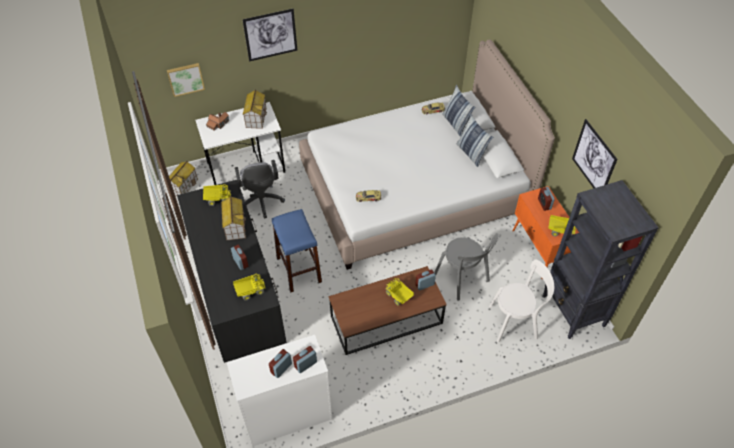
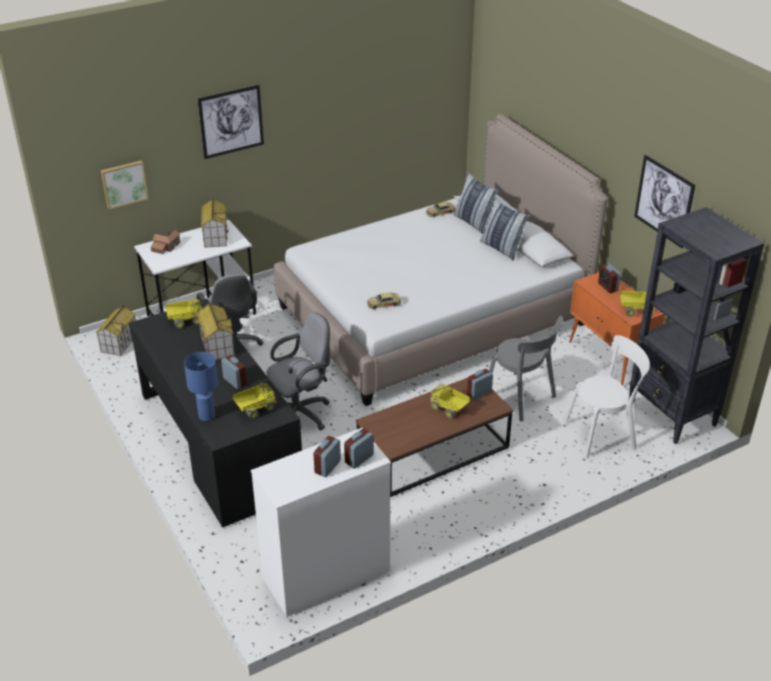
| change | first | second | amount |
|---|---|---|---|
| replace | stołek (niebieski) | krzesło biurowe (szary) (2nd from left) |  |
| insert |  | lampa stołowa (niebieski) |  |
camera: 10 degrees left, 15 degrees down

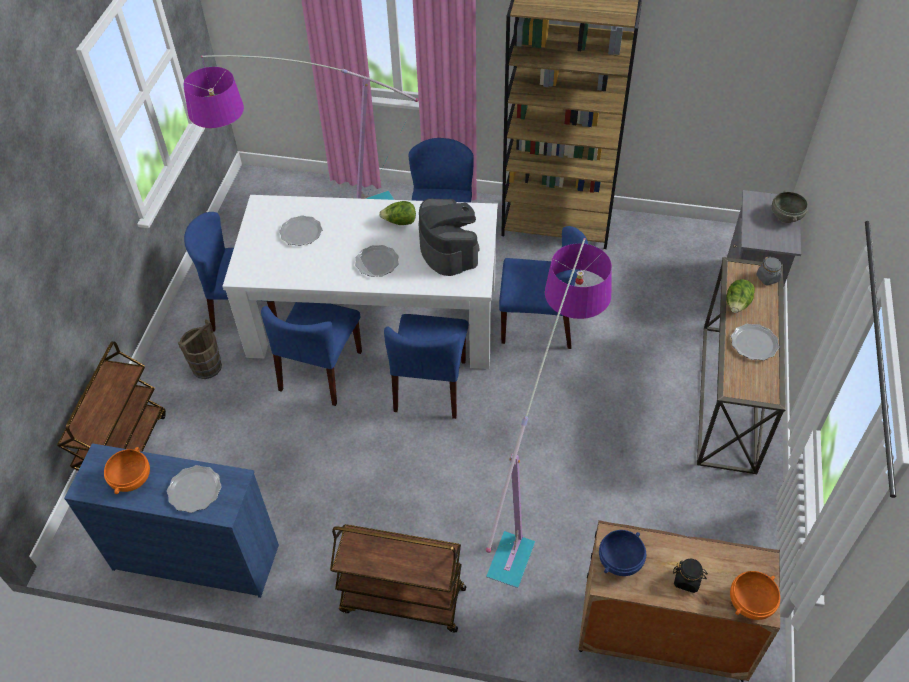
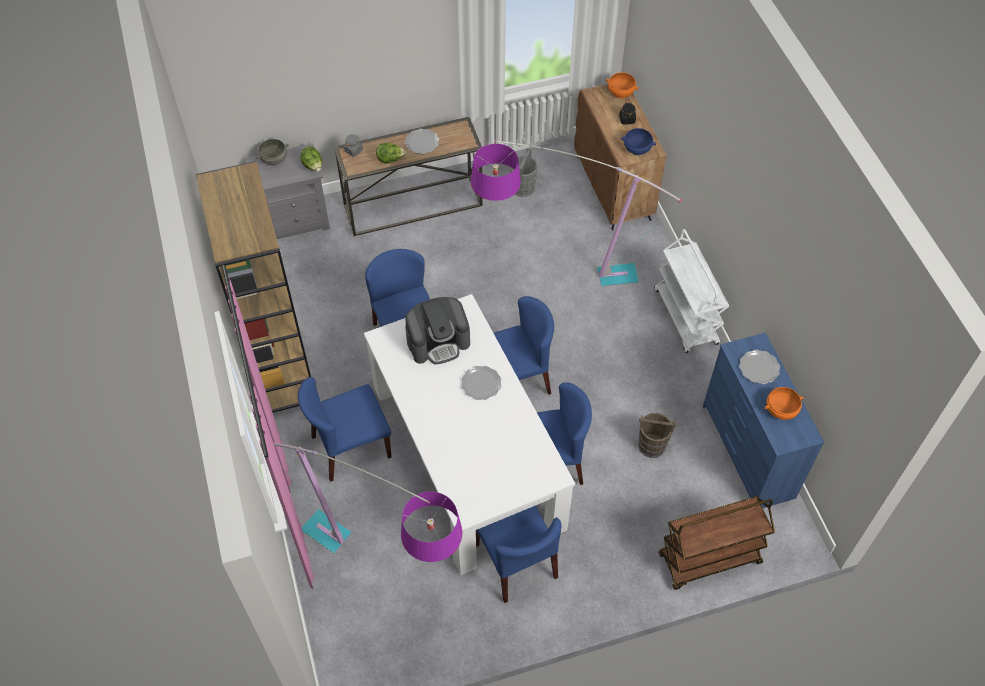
| change | first | second | amount |
|---|---|---|---|
| move | wiadro (brązowy) |  |  |
| delete | talerz (2nd from left) |  |  |
| recolor | wózek (brązowy) (2nd from left) | wózek (biały) |  |
| move | sałata (1st from left) |  |  |
| rotate | ekspres do kawy |  | 150 degrees counterclockwise |
| insert |  | wiadro (szary) |  |
camera: 120 degrees left, 5 degrees up

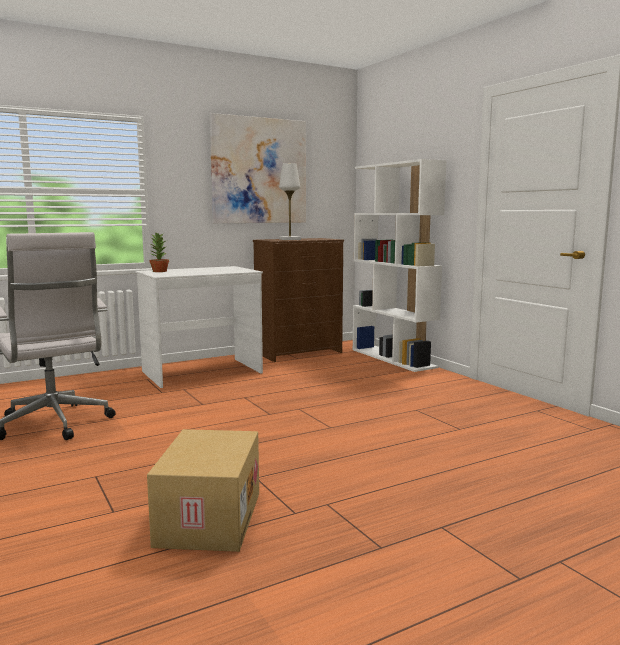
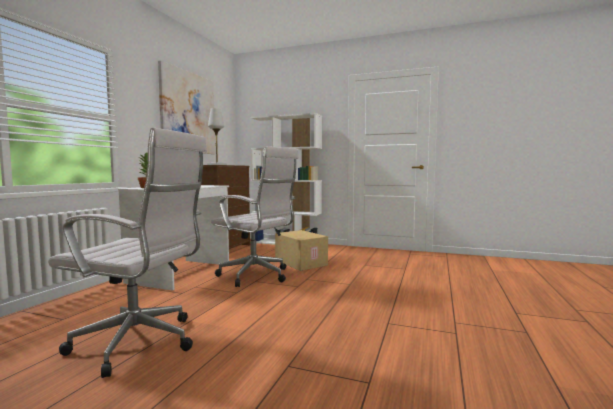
| change | first | second | amount |
|---|---|---|---|
| move | karton |  |  |
| insert |  | krzesło biurowe (biały) (2nd from left) |  |
camera: 40 degrees left, 5 degrees down

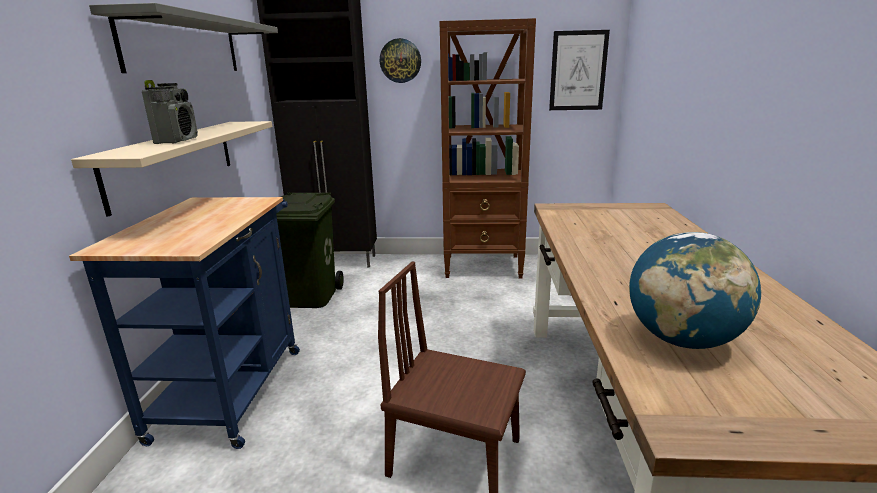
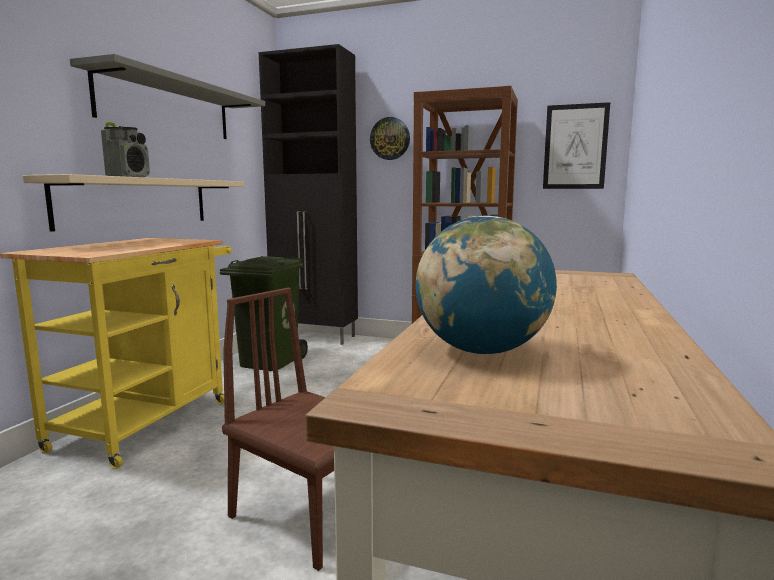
| change | first | second | amount |
|---|---|---|---|
| recolor | wózek (niebieski) | wózek (żółty) |  |
camera: 15 degrees right, 10 degrees down

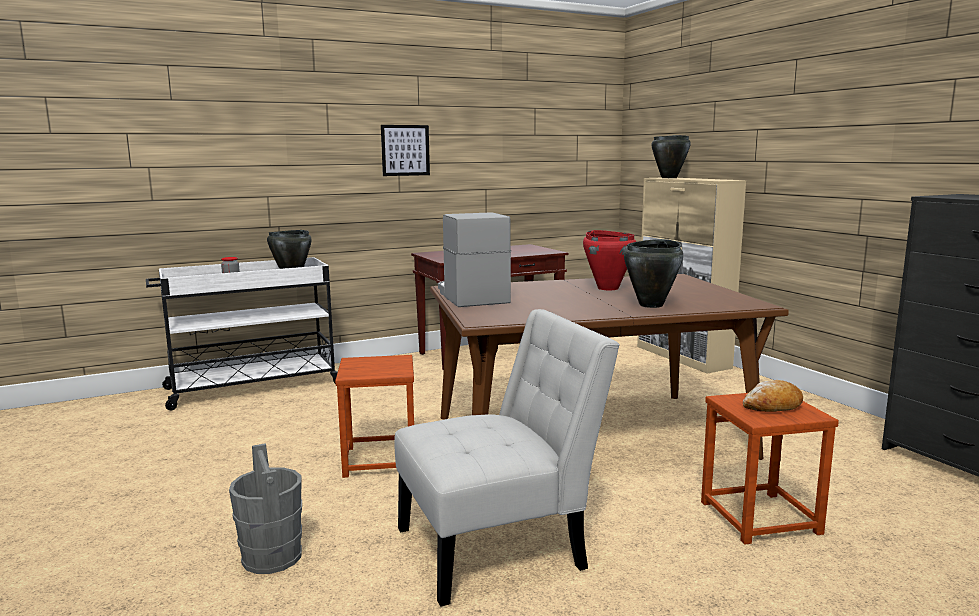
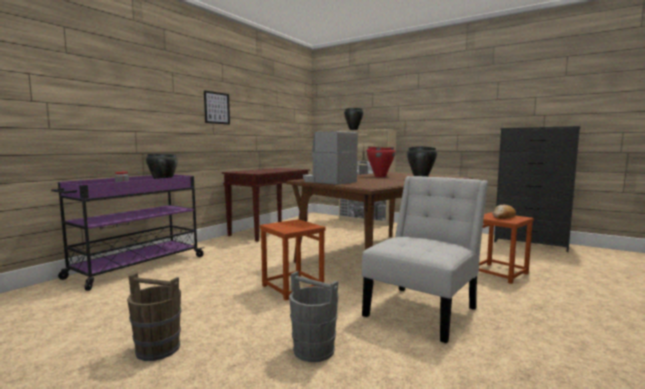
| change | first | second | amount |
|---|---|---|---|
| recolor | wózek (biały) | wózek (fioletowy) |  |
| insert |  | wiadro (brązowy) |  |
camera: 30 degrees left, 5 degrees down

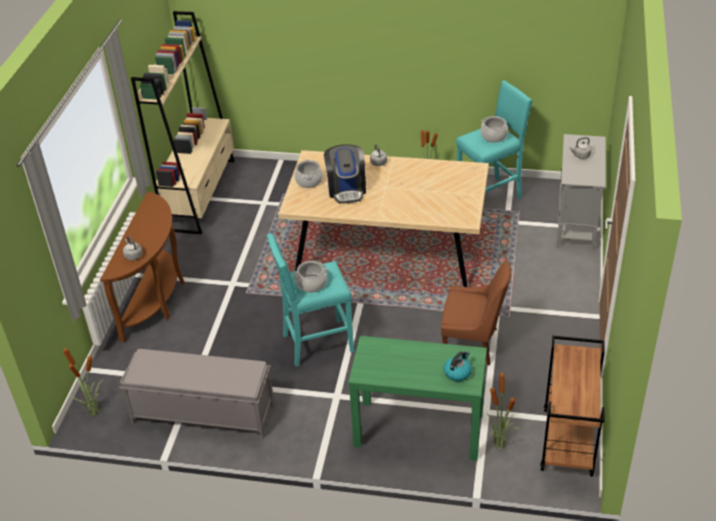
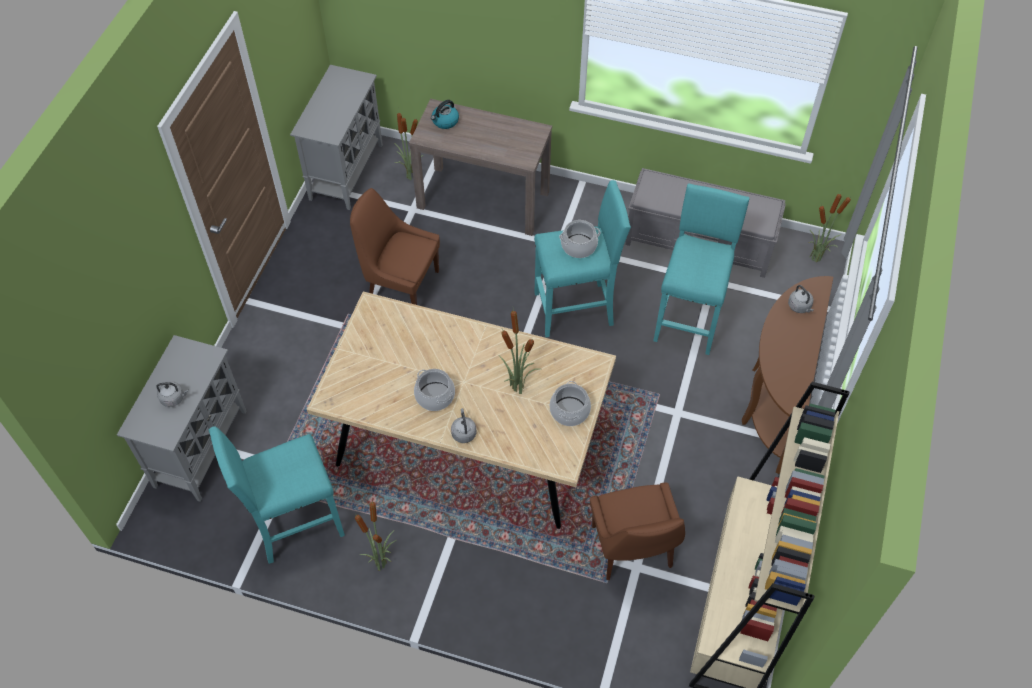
| change | first | second | amount |
|---|---|---|---|
| replace | ekspres do kawy | roślina doniczkowa (3rd from left) |  |
| recolor | stolik konsolowy (zielony) | stolik konsolowy (brązowy) (1st from left) |  |
| move | garnek (3rd from left in the first image) | garnek (1st from left) |  |
| replace | wózek (brązowy) | szafka (szary) (2nd from left) |  |
| insert |  | krzesło (brązowy) (2nd from left) |  |
| insert |  | stołek (turkusowy) (3rd from left) |  |
camera: 175 degrees left, 15 degrees up

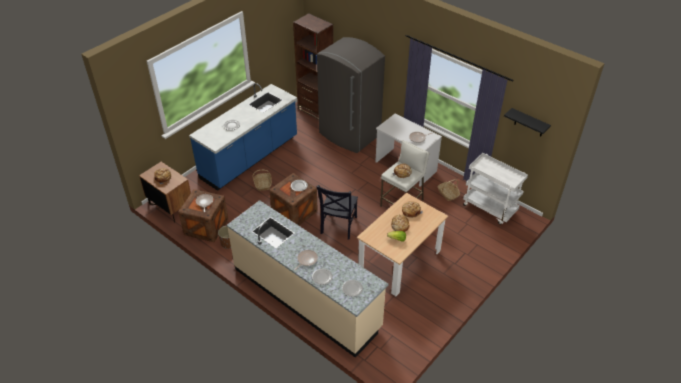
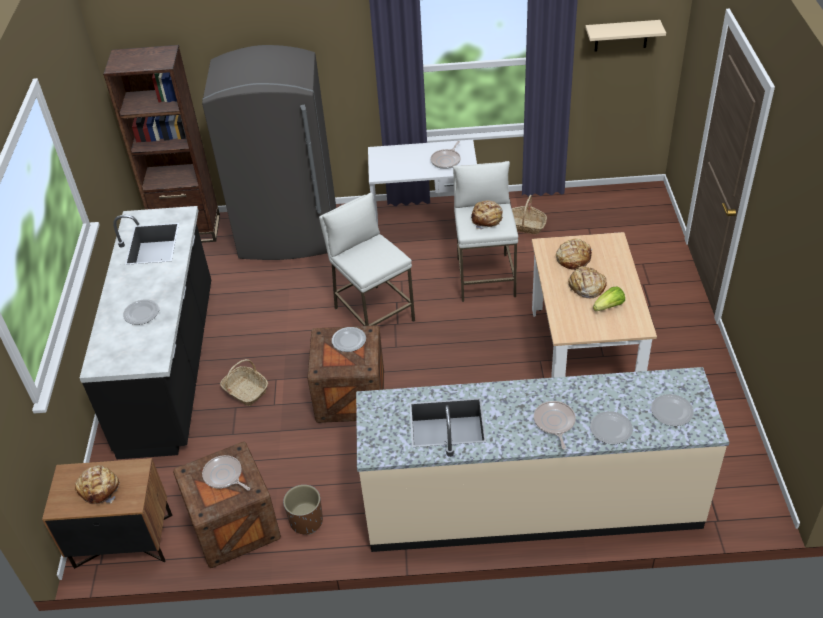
| change | first | second | amount |
|---|---|---|---|
| recolor | zabudowa kuchenna (niebieski) | zabudowa kuchenna (czarny) |  |
| delete | krzesło (czarny) |  |  |
| delete | wózek (biały) |  |  |
| recolor | półka (czarny) | półka (beżowy) |  |
| insert |  | stołek (biały) (1st from left) |  |
camera: 40 degrees left, 0 degrees up

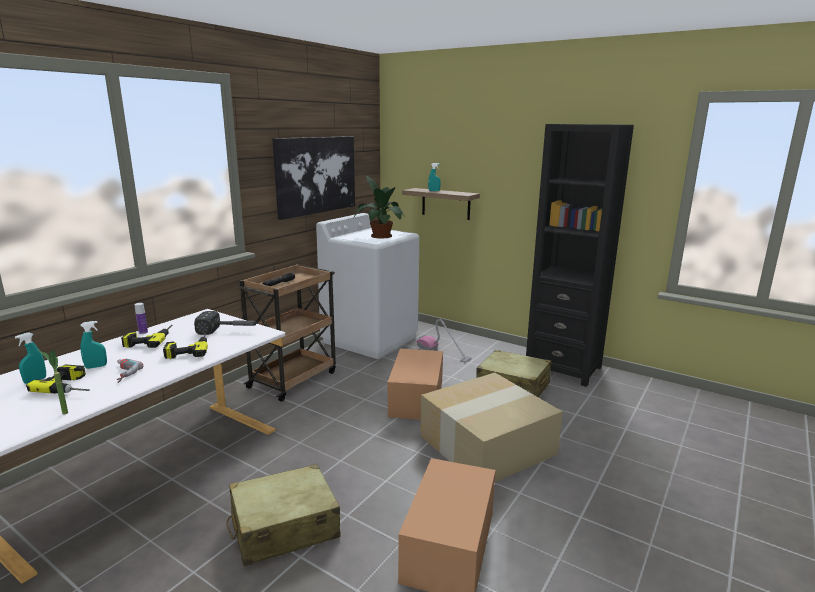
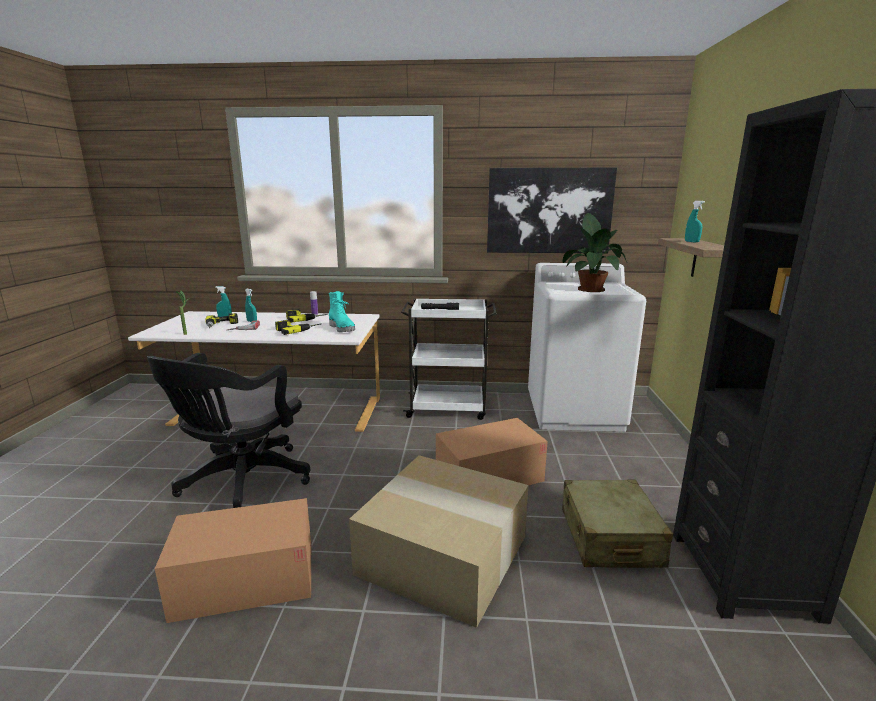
| change | first | second | amount |
|---|---|---|---|
| replace | młotek | but z cholewką (turkusowy) |  |
| replace | walizka (beżowy) (1st from left) | krzesło biurowe (czarny) |  |
| recolor | wózek (brązowy) | wózek (biały) |  |
| delete | odkurzacz |  |  |
camera: 60 degrees right, 0 degrees up

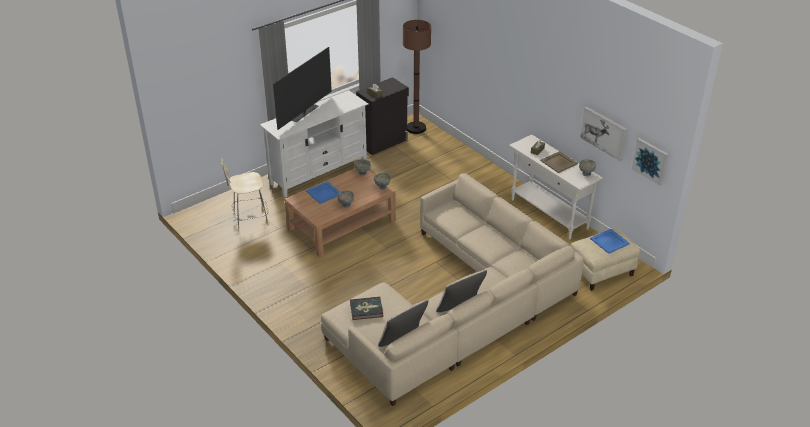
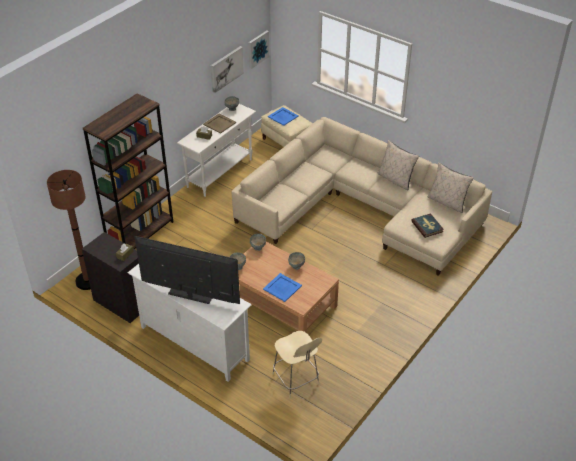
| change | first | second | amount |
|---|---|---|---|
| insert |  | regał (brązowy) |  |
camera: 105 degrees left, 5 degrees up

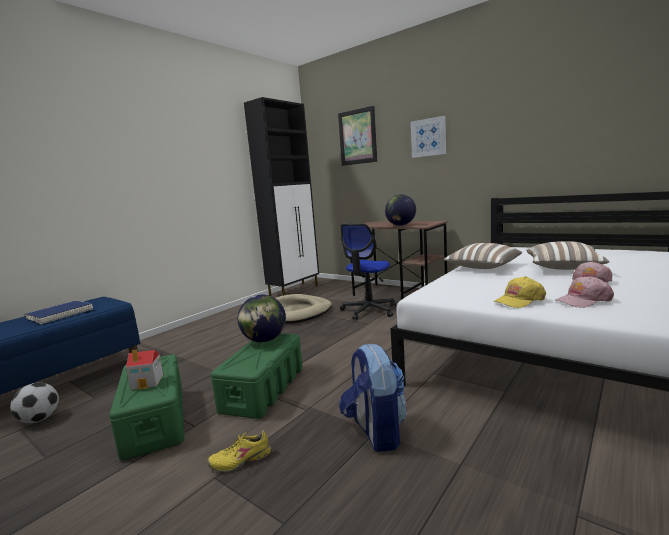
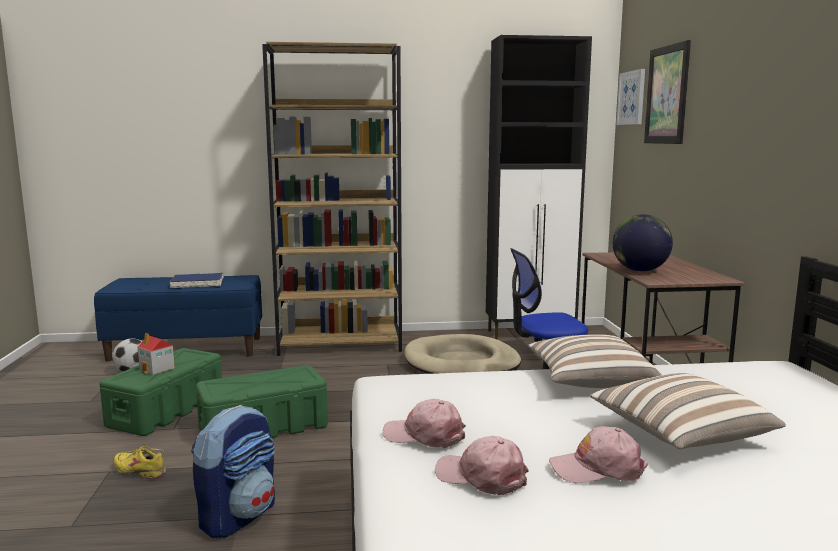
| change | first | second | amount |
|---|---|---|---|
| delete | globus (1st from left) |  |  |
| move | obraz (2nd from left in the first image) | obraz (1st from left) |  |
| recolor | czapka z daszkiem (żółty) | czapka z daszkiem (różowy) (1st from left) |  |
| insert |  | regał (brązowy) |  |
camera: 45 degrees right, 0 degrees up

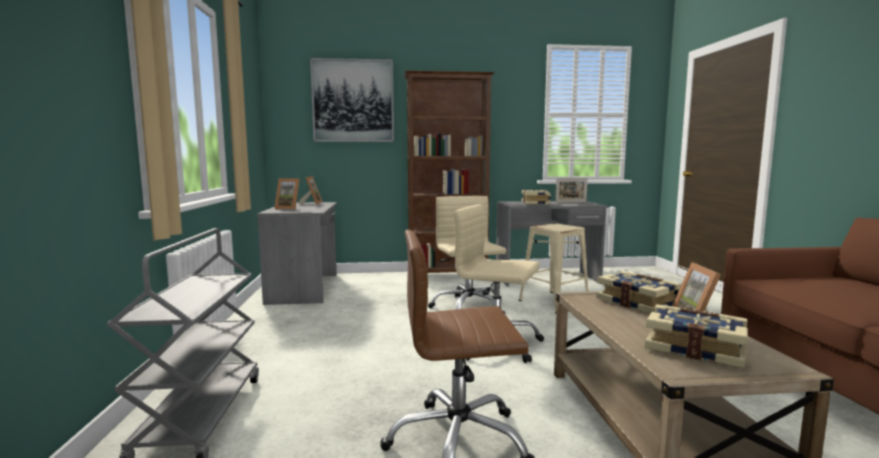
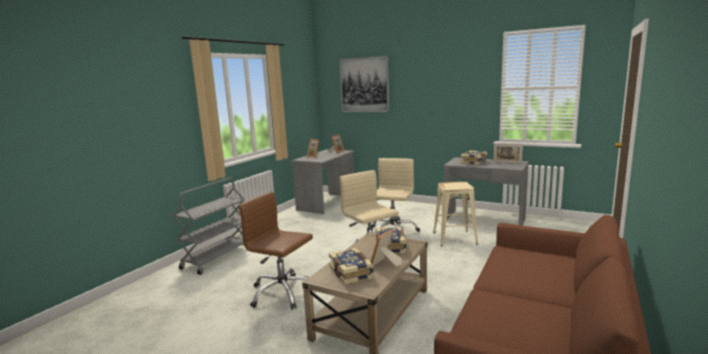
| change | first | second | amount |
|---|---|---|---|
| delete | regał (brązowy) |  |  |
camera: 35 degrees right, 5 degrees up

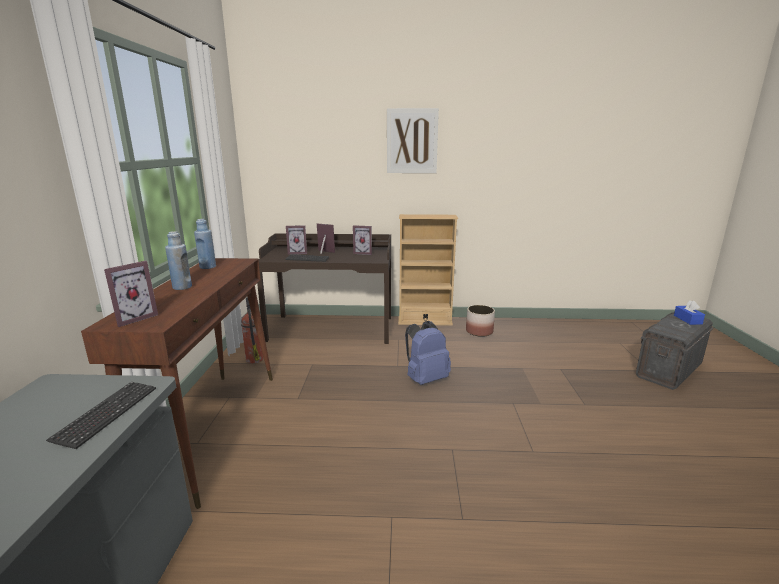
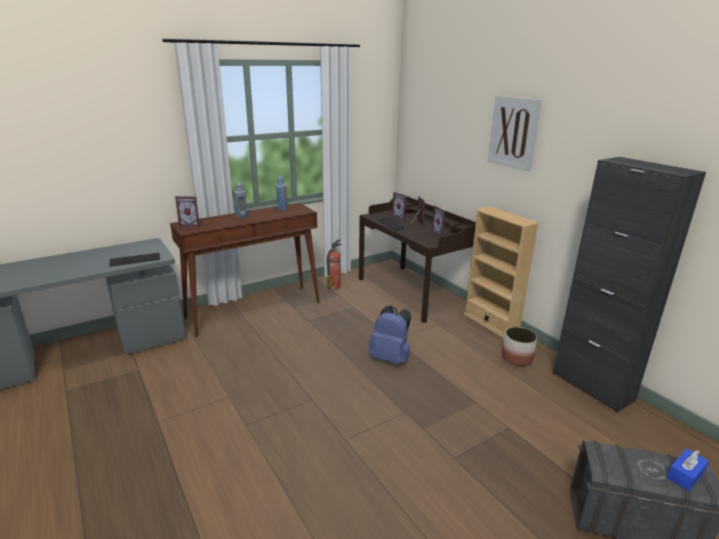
| change | first | second | amount |
|---|---|---|---|
| insert |  | szafka (czarny) |  |
camera: 55 degrees right, 5 degrees up

